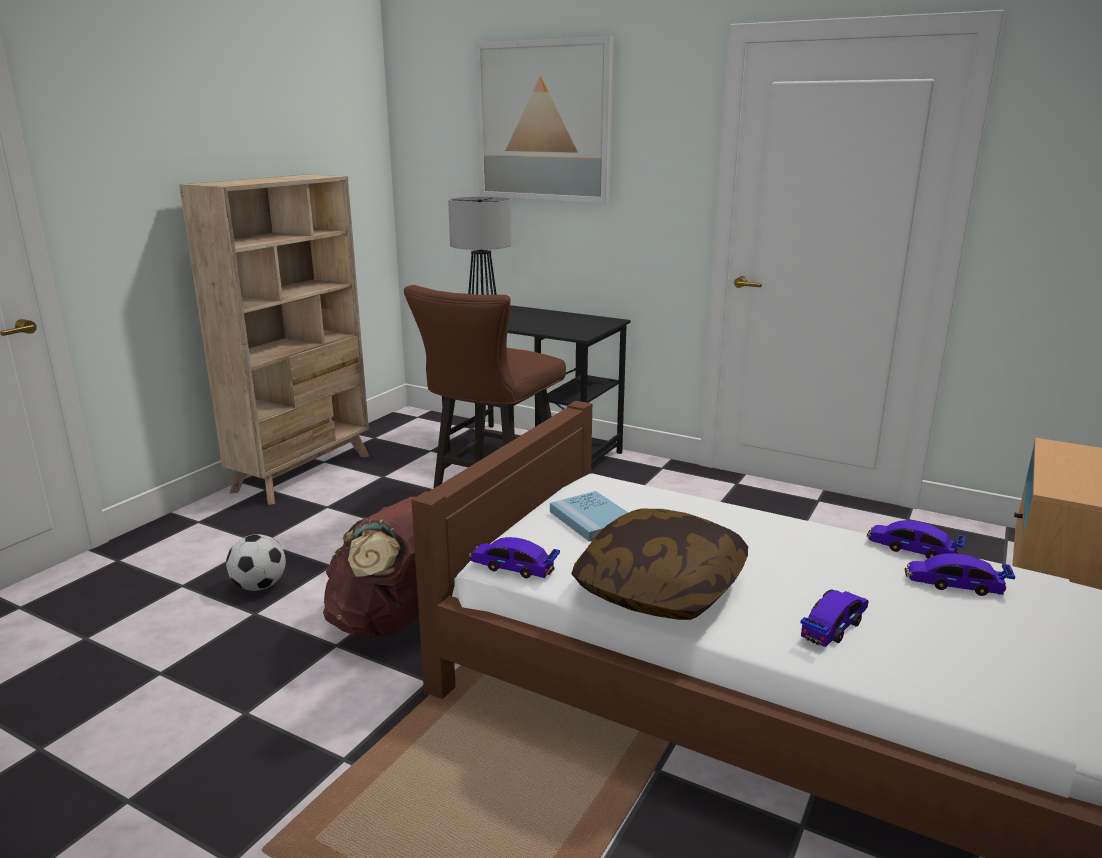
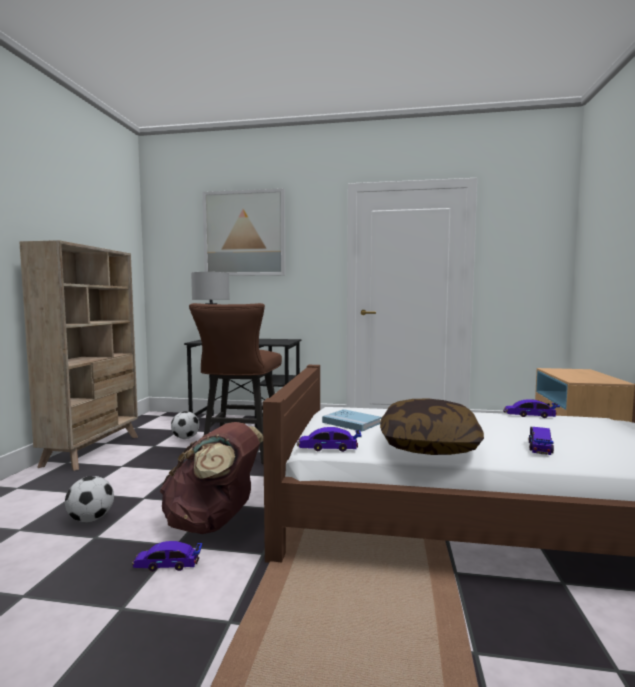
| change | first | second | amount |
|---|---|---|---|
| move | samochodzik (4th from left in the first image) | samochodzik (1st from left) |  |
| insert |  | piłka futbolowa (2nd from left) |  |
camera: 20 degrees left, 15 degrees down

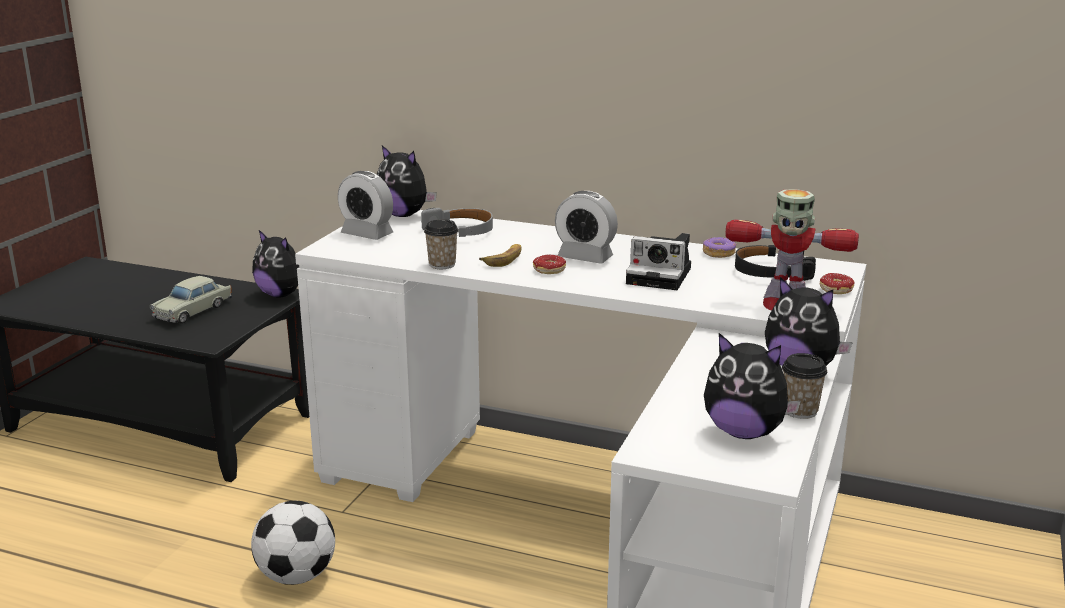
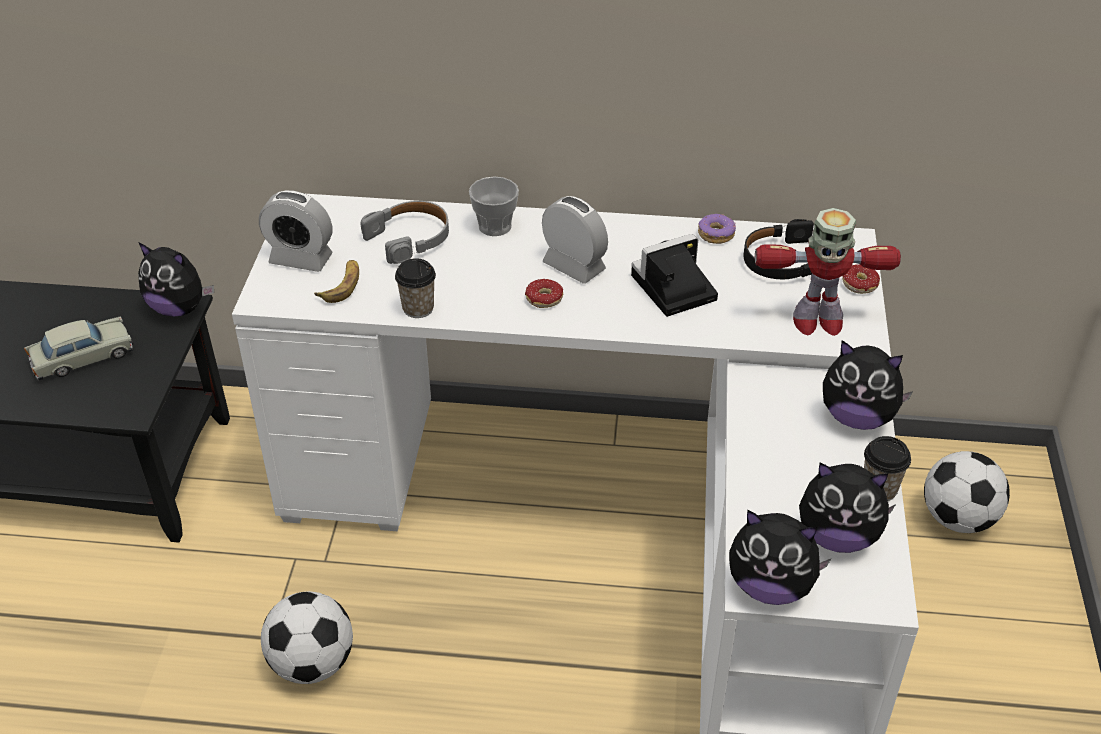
| change | first | second | amount |
|---|---|---|---|
| rotate | samochodzik (beżowy) |  | 135 degrees counterclockwise |
| move | pluszak (2nd from left) |  |  |
| move | banan |  |  |
| rotate | budzik (2nd from left) |  | 150 degrees counterclockwise |
| rotate | aparat fotograficzny |  | 150 degrees clockwise |
| insert |  | filiżanka (2nd from left) |  |
| insert |  | piłka futbolowa (2nd from left) |  |
camera: 15 degrees left, 20 degrees up

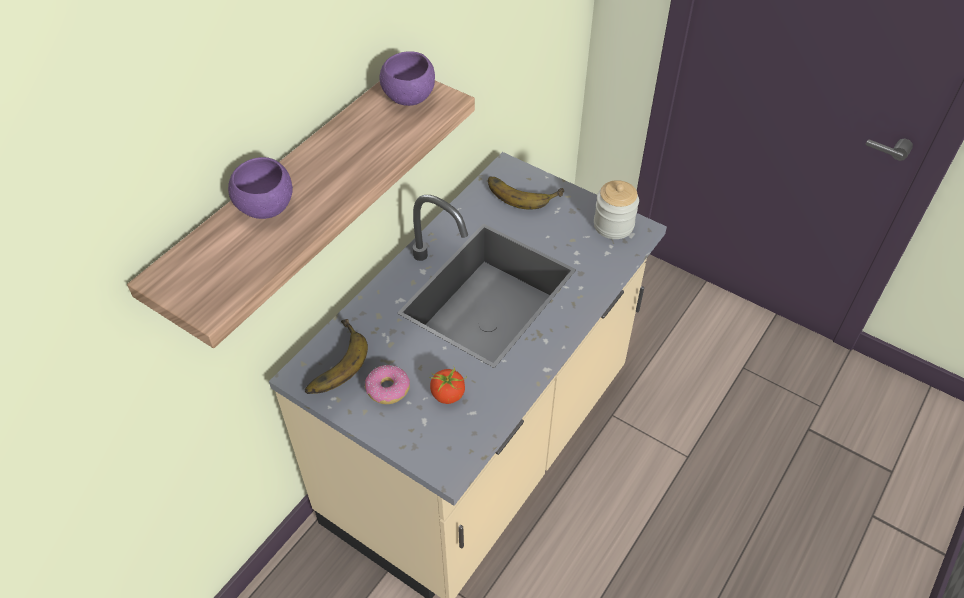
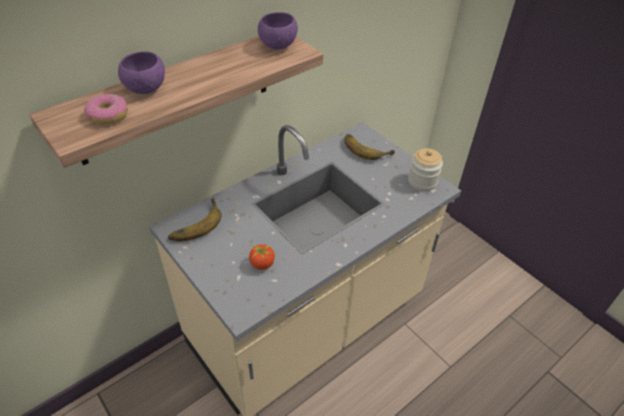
| change | first | second | amount |
|---|---|---|---|
| move | donut |  |  |
camera: 15 degrees right, 5 degrees down

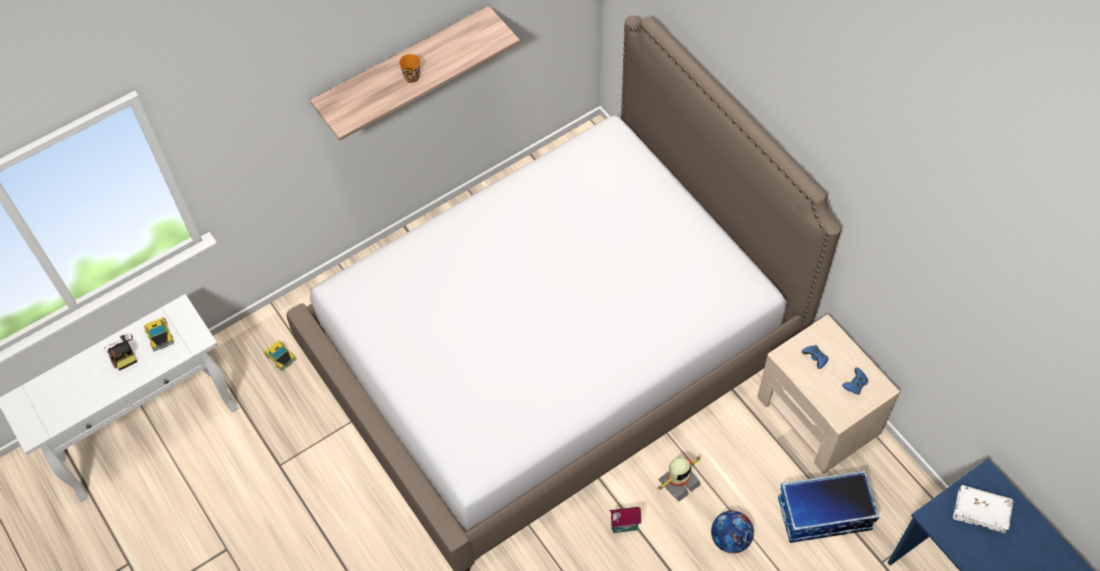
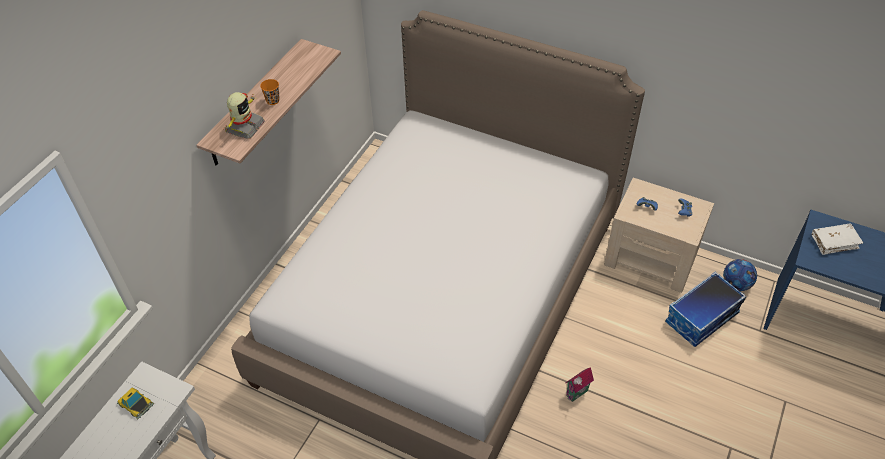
| change | first | second | amount |
|---|---|---|---|
| delete | aparat fotograficzny |  |  |
| delete | samochodzik (2nd from left) |  |  |
| move | robot zabawkowy |  |  |
| move | piłka futbolowa |  |  |
camera: 30 degrees left, 10 degrees down

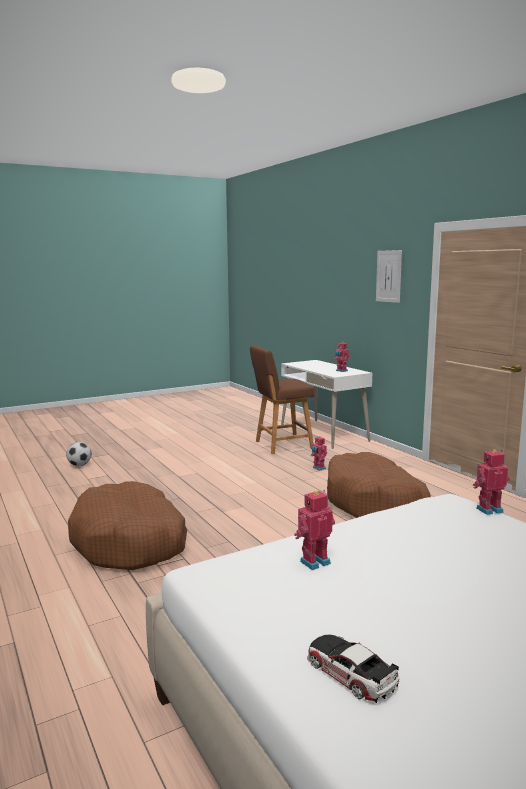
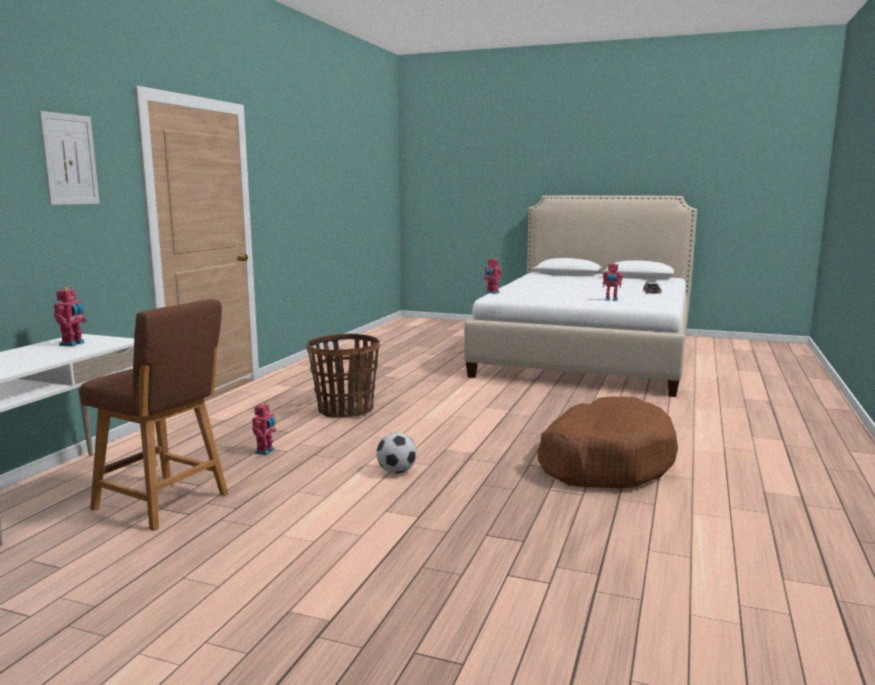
| change | first | second | amount |
|---|---|---|---|
| move | piłka futbolowa |  |  |
| replace | legowisko (brązowy) (2nd from left) | koszyk |  |
camera: 130 degrees left, 0 degrees up

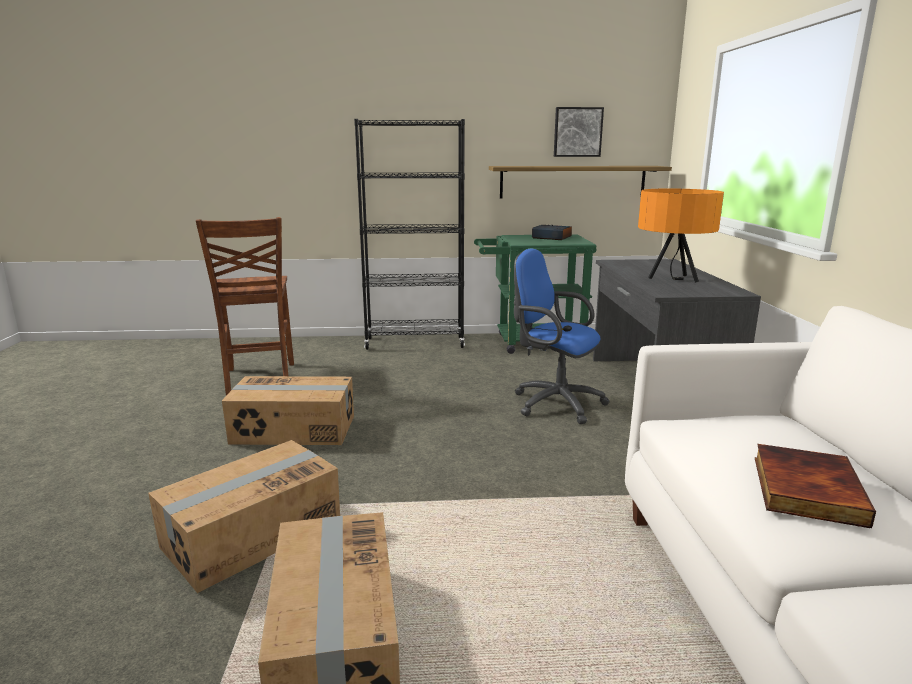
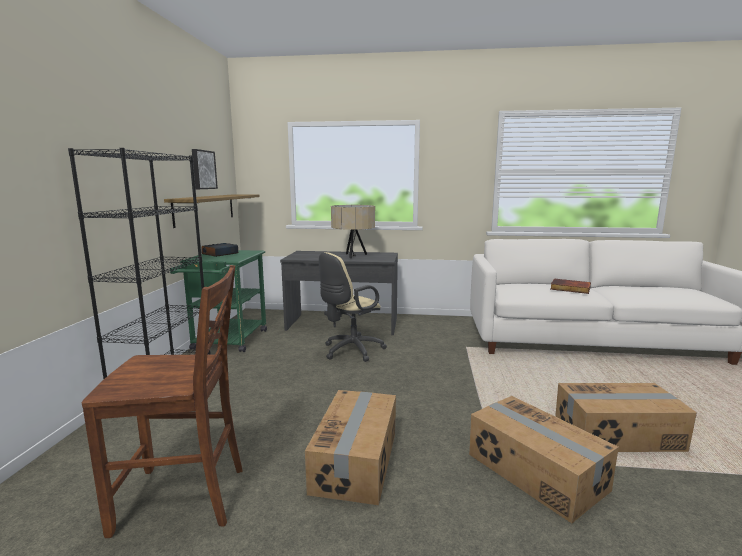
| change | first | second | amount |
|---|---|---|---|
| recolor | krzesło biurowe (niebieski) | krzesło biurowe (beżowy) |  |
| recolor | lampa stołowa (pomarańczowy) | lampa stołowa (beżowy) |  |
camera: 80 degrees left, 5 degrees down

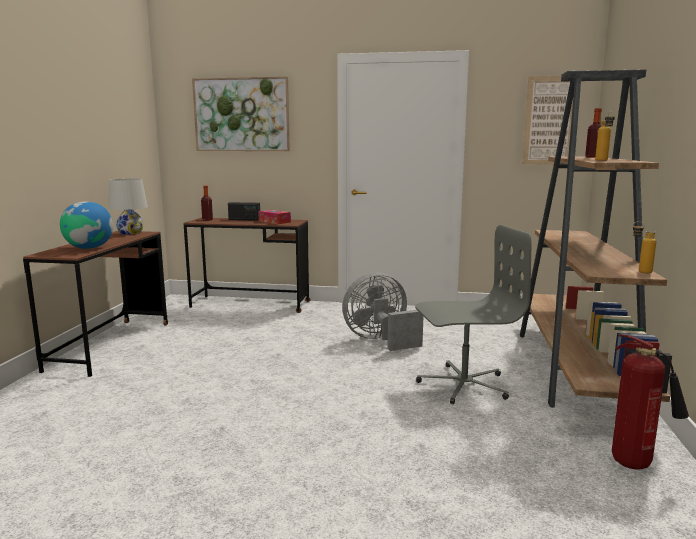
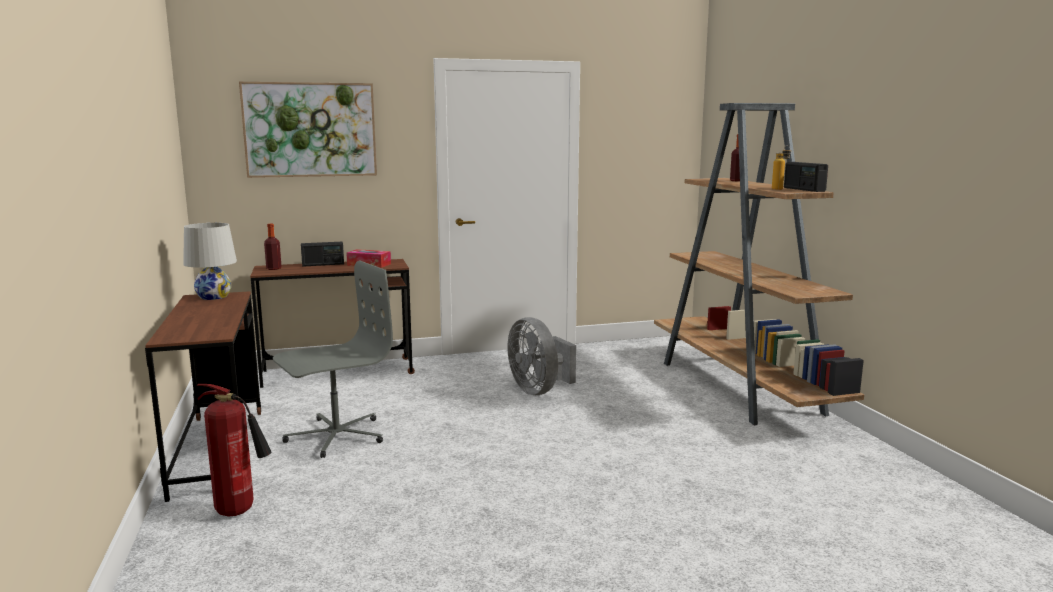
| change | first | second | amount |
|---|---|---|---|
| delete | globus |  |  |
| rotate | wentylator (szary) |  | 75 degrees counterclockwise |
| move | krzesło biurowe (szary) |  |  |
| delete | obraz (2nd from left) |  |  |
| move | gaśnica |  |  |
| delete | butelka (4th from left) |  |  |
| insert |  | radio (2nd from left) |  |
camera: 25 degrees left, 0 degrees up

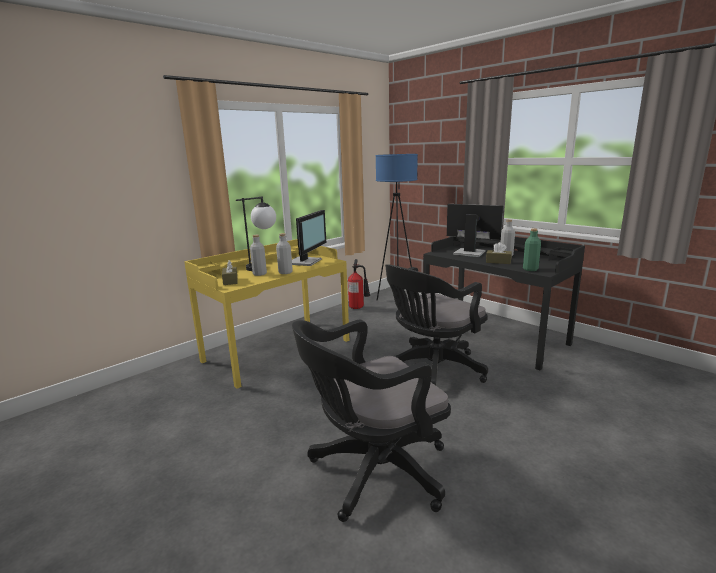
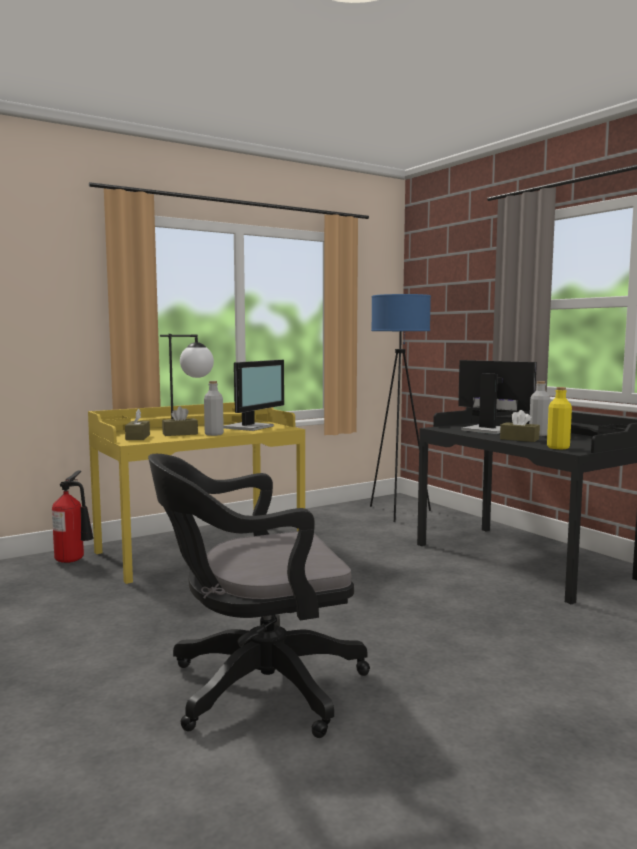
| change | first | second | amount |
|---|---|---|---|
| replace | butelka (szary) (1st from left) | pudełko chusteczek (brązowy) (2nd from left) |  |
| move | gaśnica |  |  |
| delete | krzesło biurowe (czarny) (2nd from left) |  |  |
| recolor | butelka (zielony) | butelka (żółty) |  |
camera: 10 degrees right, 10 degrees down

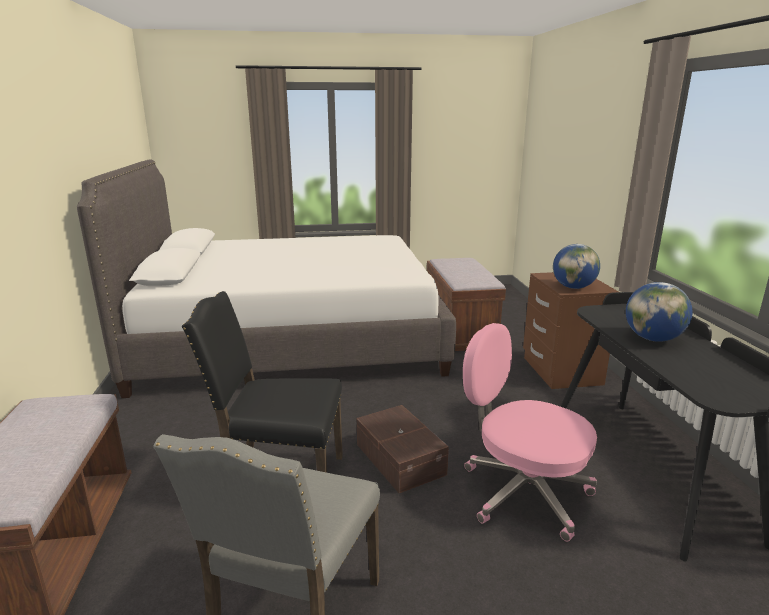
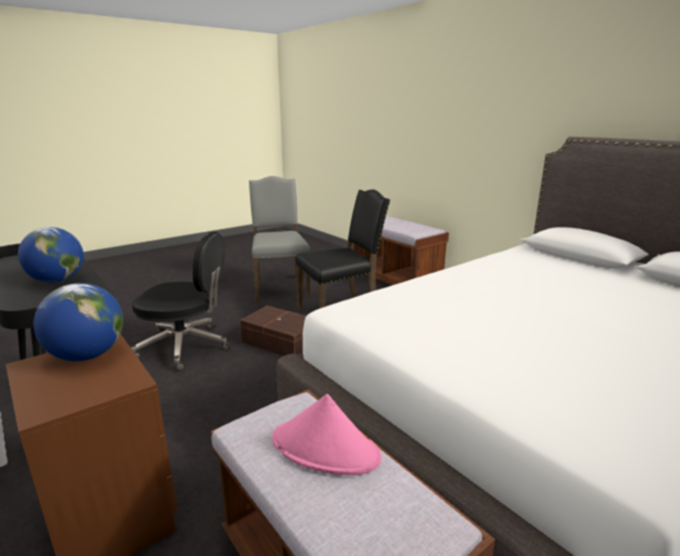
| change | first | second | amount |
|---|---|---|---|
| recolor | krzesło biurowe (różowy) | krzesło biurowe (czarny) |  |
| insert |  | kapelusz (różowy) |  |
camera: 150 degrees right, 0 degrees up

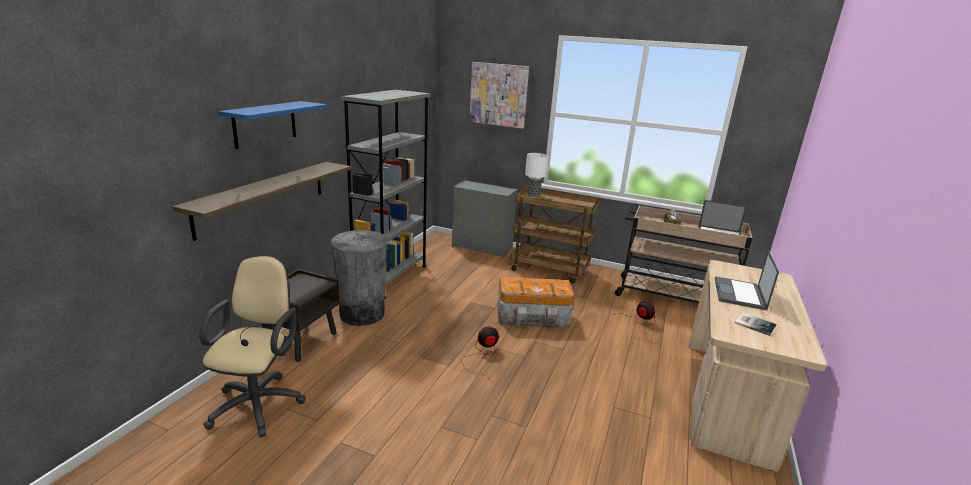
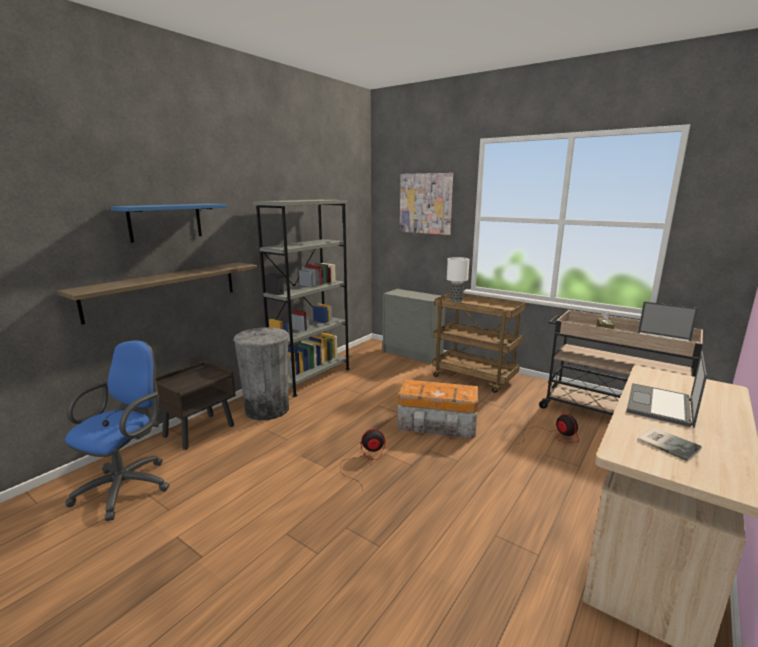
| change | first | second | amount |
|---|---|---|---|
| recolor | krzesło biurowe (beżowy) | krzesło biurowe (niebieski) |  |
camera: 15 degrees right, 5 degrees down

